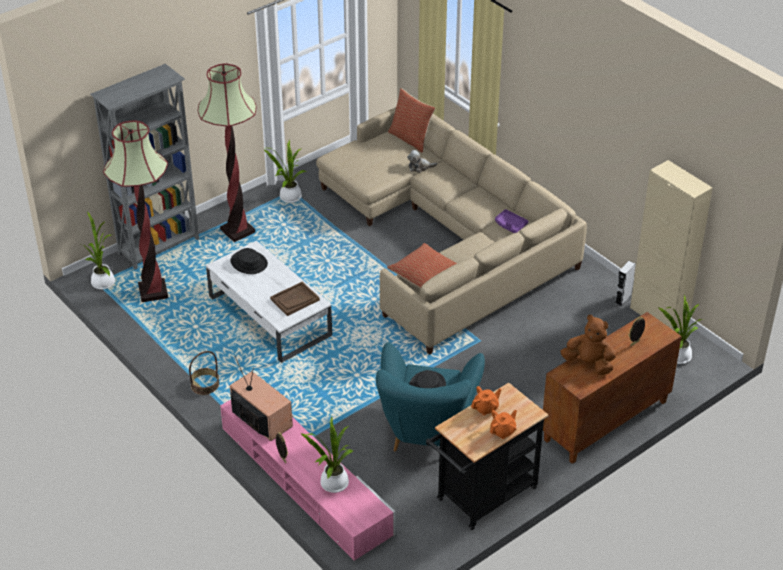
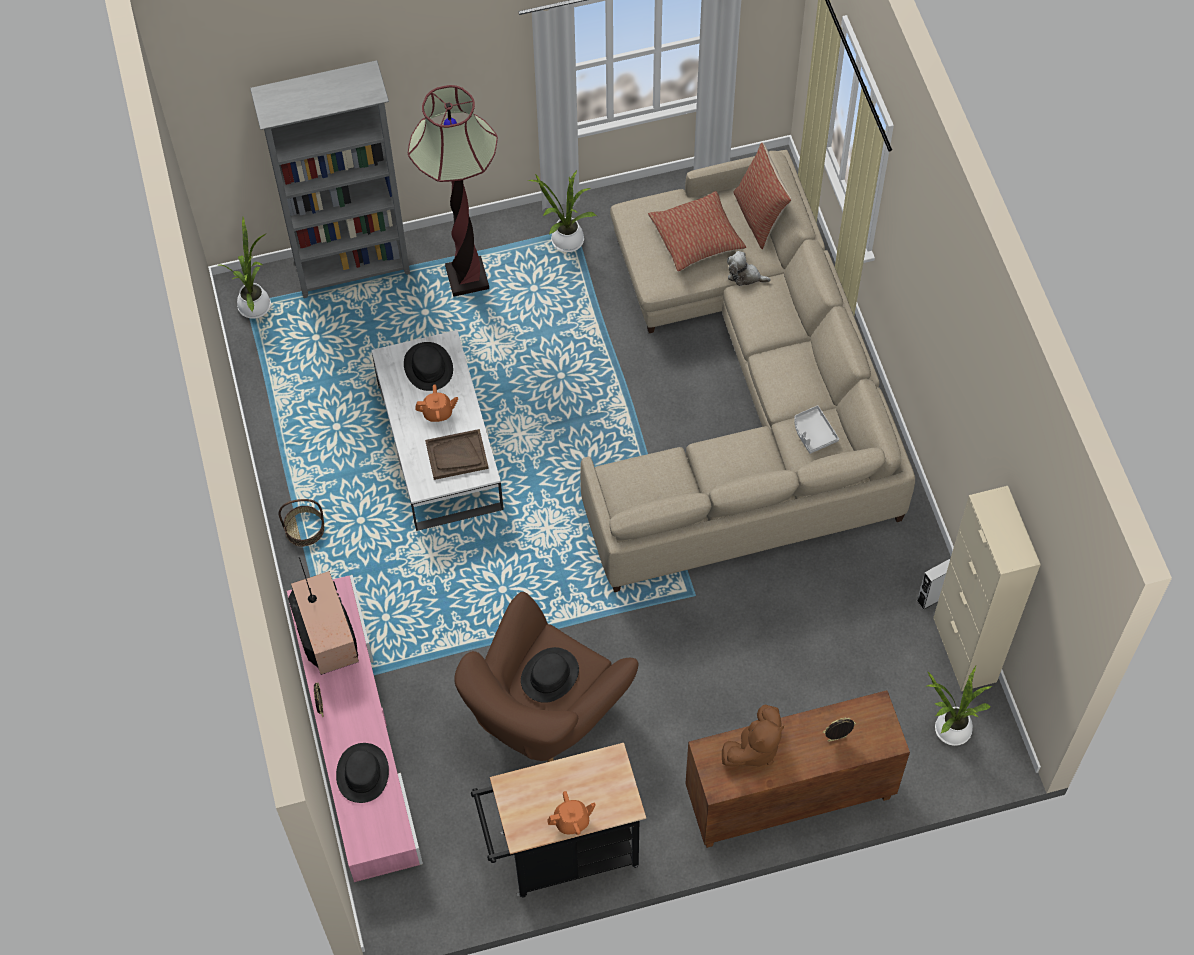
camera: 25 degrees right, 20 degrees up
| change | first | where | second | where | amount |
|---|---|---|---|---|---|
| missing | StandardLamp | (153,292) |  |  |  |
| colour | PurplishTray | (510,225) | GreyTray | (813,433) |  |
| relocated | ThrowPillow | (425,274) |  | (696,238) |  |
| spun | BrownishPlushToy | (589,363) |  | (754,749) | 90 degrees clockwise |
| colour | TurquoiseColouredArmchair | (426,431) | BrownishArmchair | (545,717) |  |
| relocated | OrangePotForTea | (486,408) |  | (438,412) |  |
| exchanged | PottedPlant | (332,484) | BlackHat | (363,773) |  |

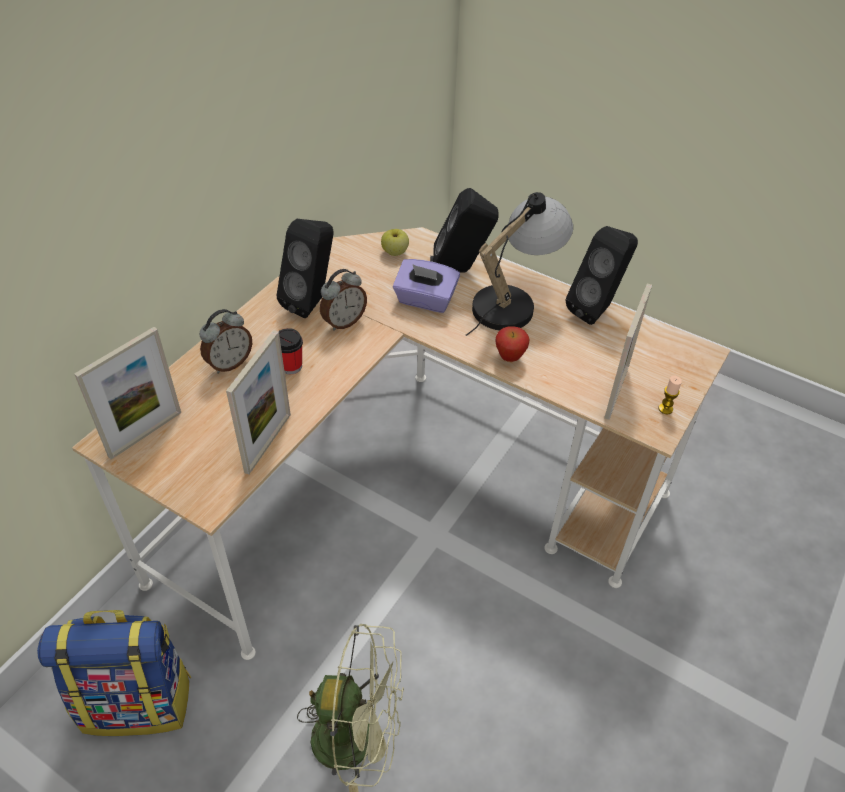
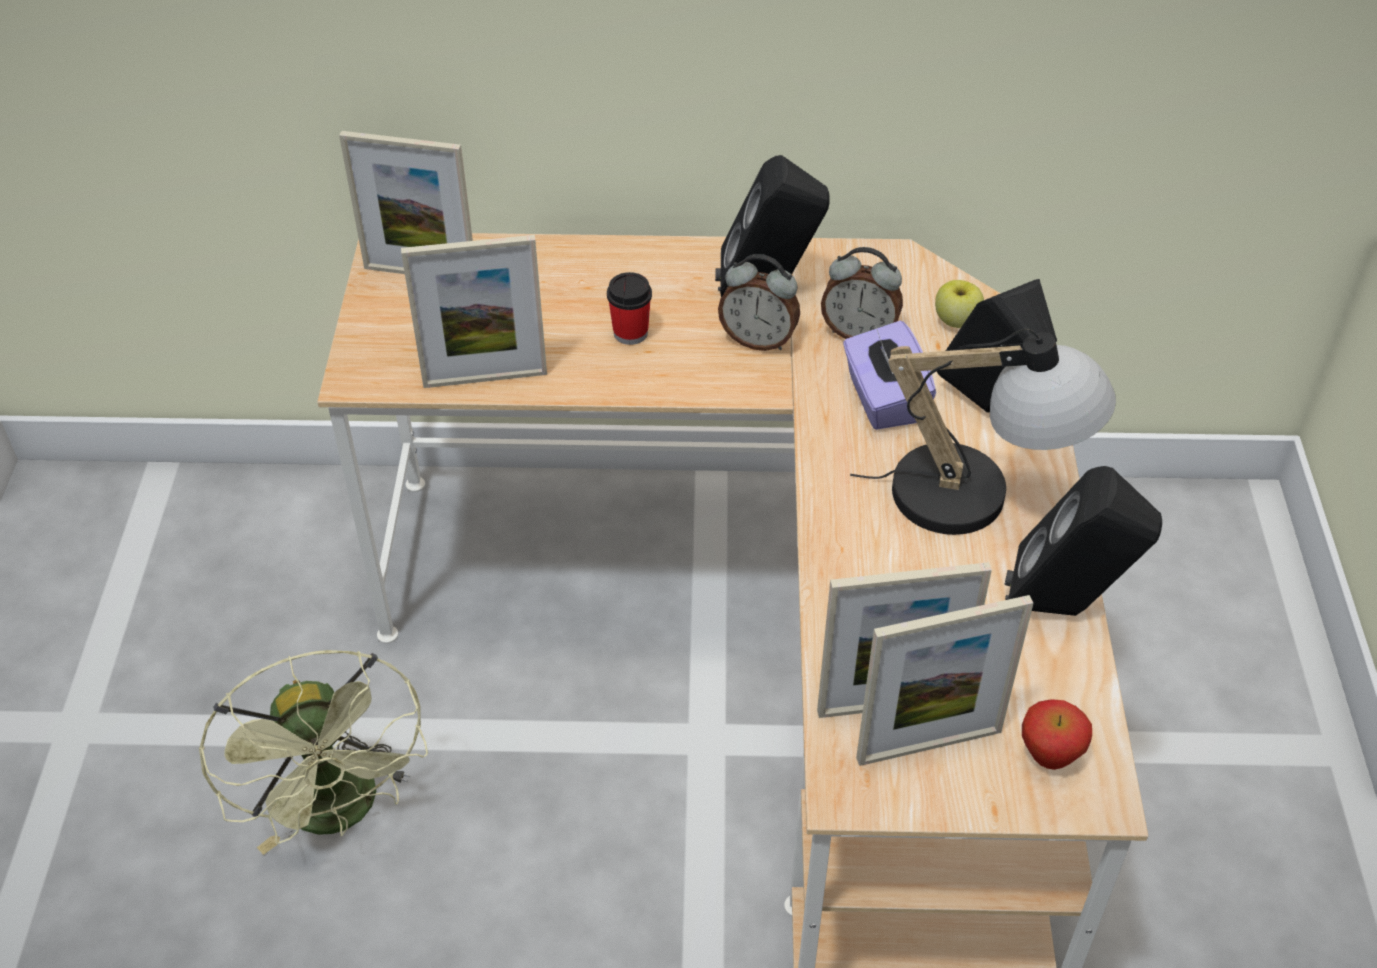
camera: 60 degrees right, 0 degrees up
| change | first | where | second | where | amount |
|---|---|---|---|---|---|
| relocated | AlarmClock | (229,363) |  | (859,332) |  |
| relocated | AppleFruit | (509,358) |  | (1048,757) |  |
| missing | Candle | (665,409) |  |  |  |
| missing | Rucksack | (138,701) |  |  |  |
| appeared |  |  | StandingFrame | (929,745) |  |

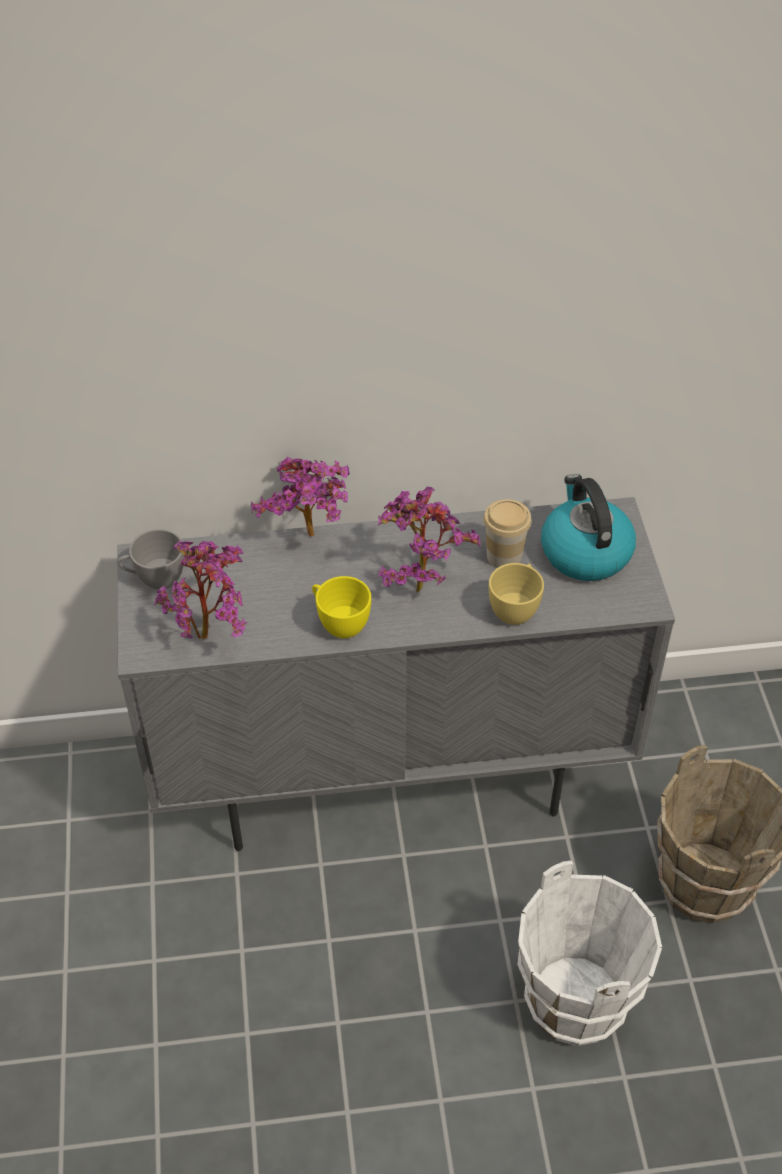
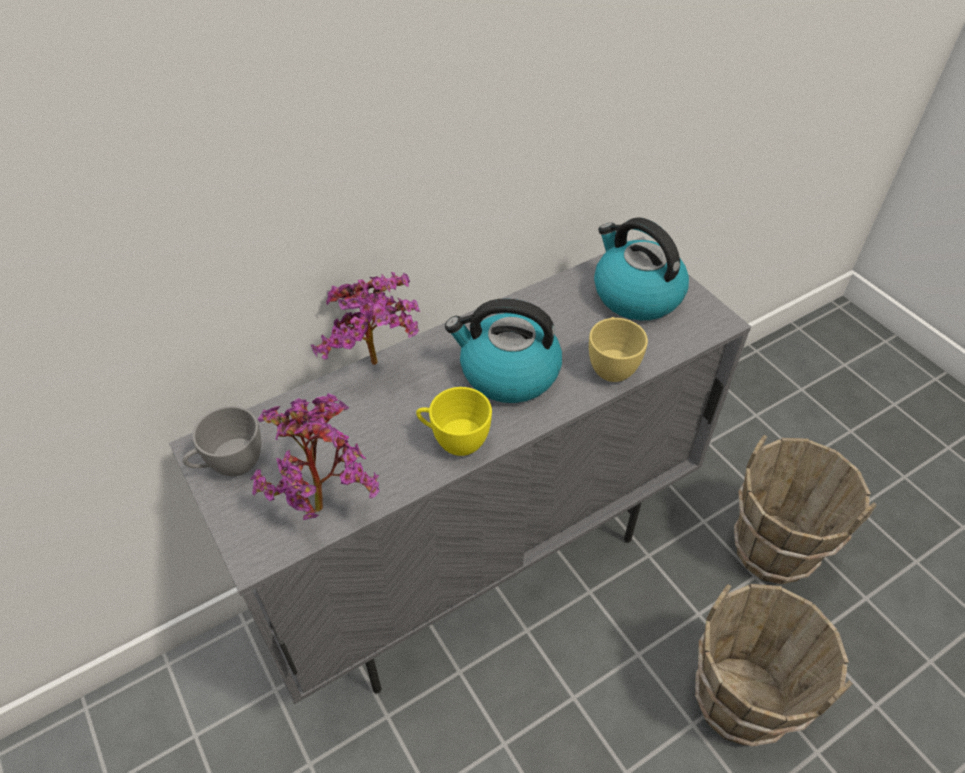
camera: 25 degrees left, 0 degrees up
| change | first | where | second | where | amount |
|---|---|---|---|---|---|
| exchanged | PottedPlant | (419,583) | WaterKettle | (507,373) |  |
| missing | DrinkingCup | (504,556) |  |  |  |
| colour | WhitishWaterBucket | (576,1001) | BrownishWaterBucket | (740,700) |  |

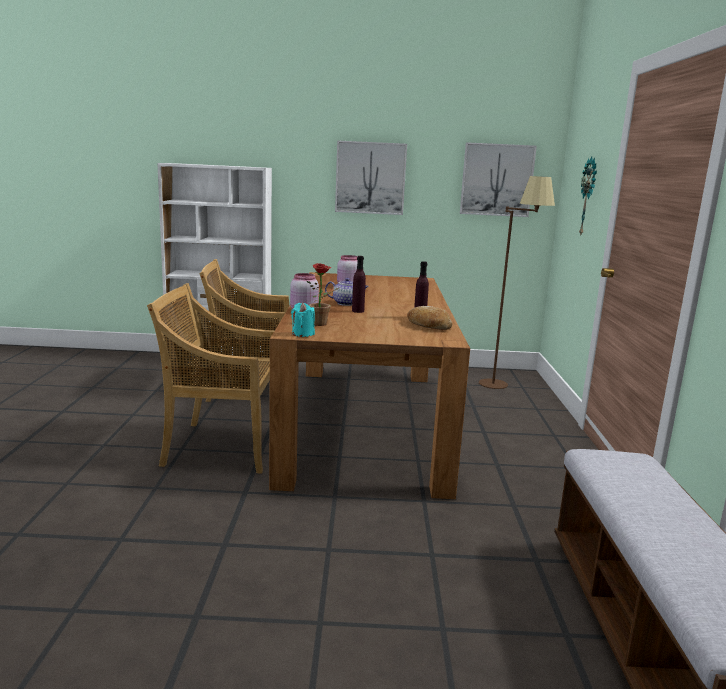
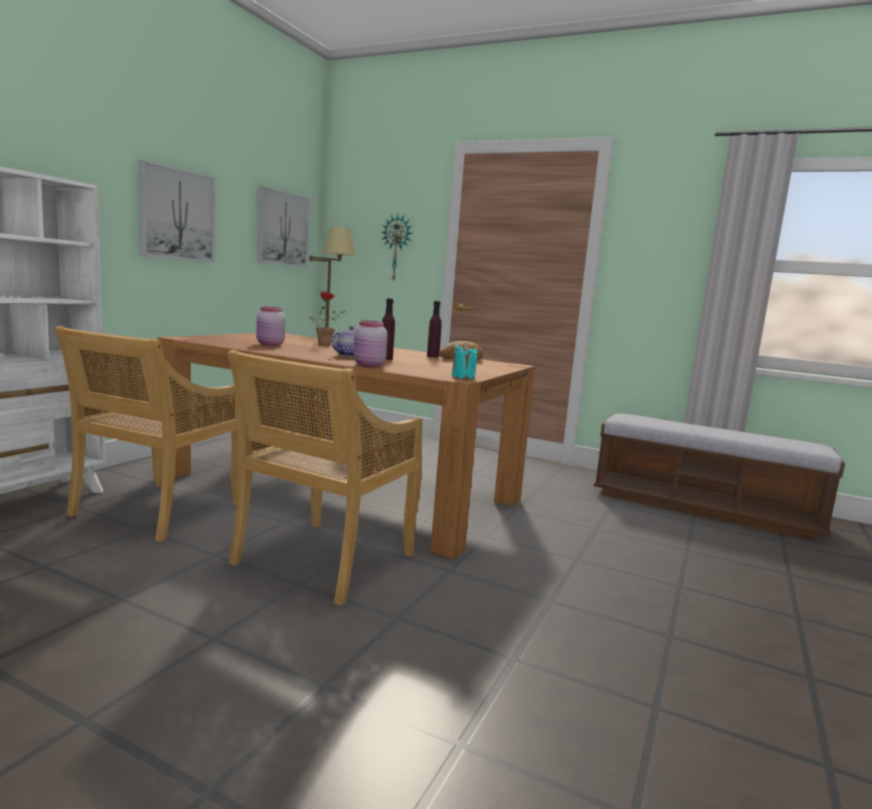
camera: 65 degrees left, 5 degrees down
| change | first | where | second | where | amount |
|---|---|---|---|---|---|
| relocated | PottedPlant | (322,324) |  | (327,344) |  |

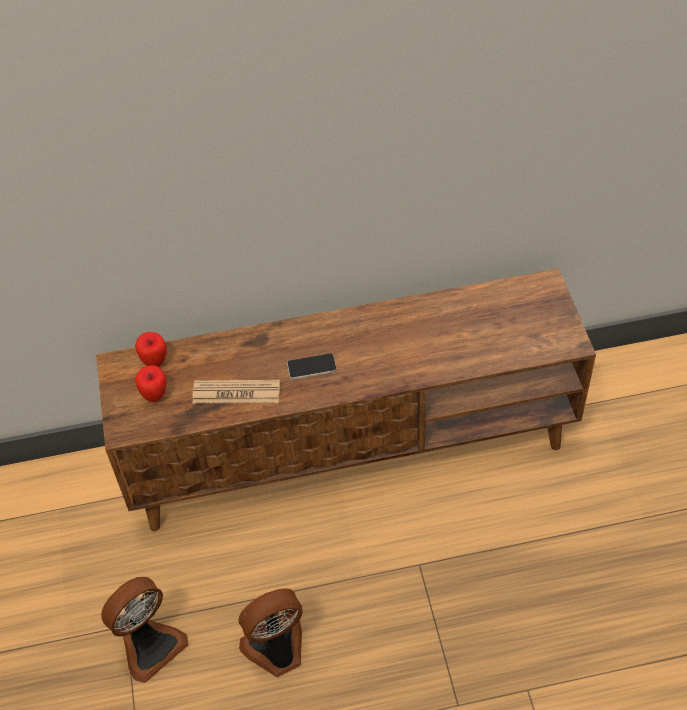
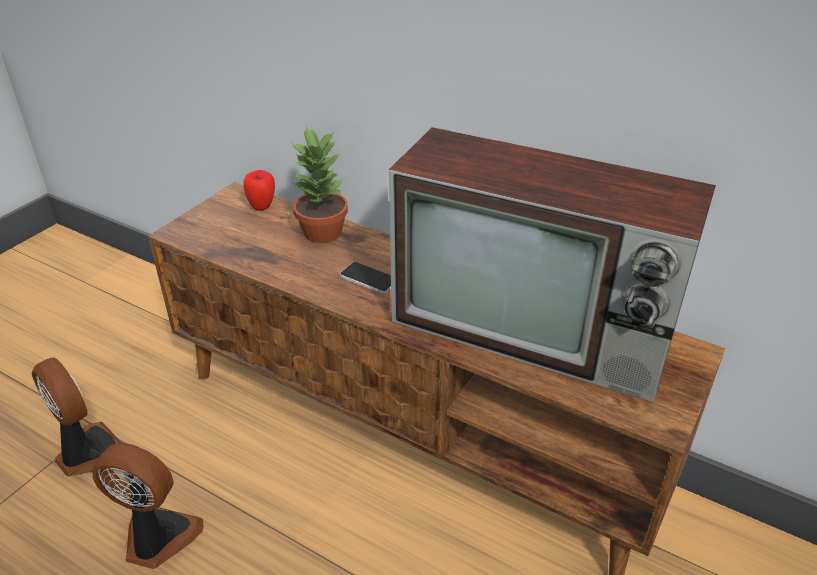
camera: 40 degrees right, 15 degrees down
| change | first | where | second | where | amount |
|---|---|---|---|---|---|
| missing | AppleFruit | (155,396) |  |  |  |
| missing | PrintedPaper | (236,392) |  |  |  |
| spun | Fan | (150,645) |  | (89,453) | 135 degrees counterclockwise |
| appeared |  |  | PottedPlant | (323,232) |  |
| appeared |  |  | TvSet | (535,331) |  |

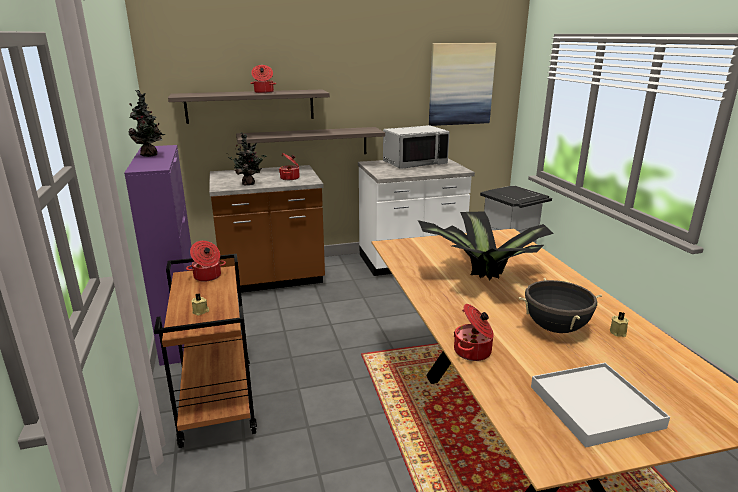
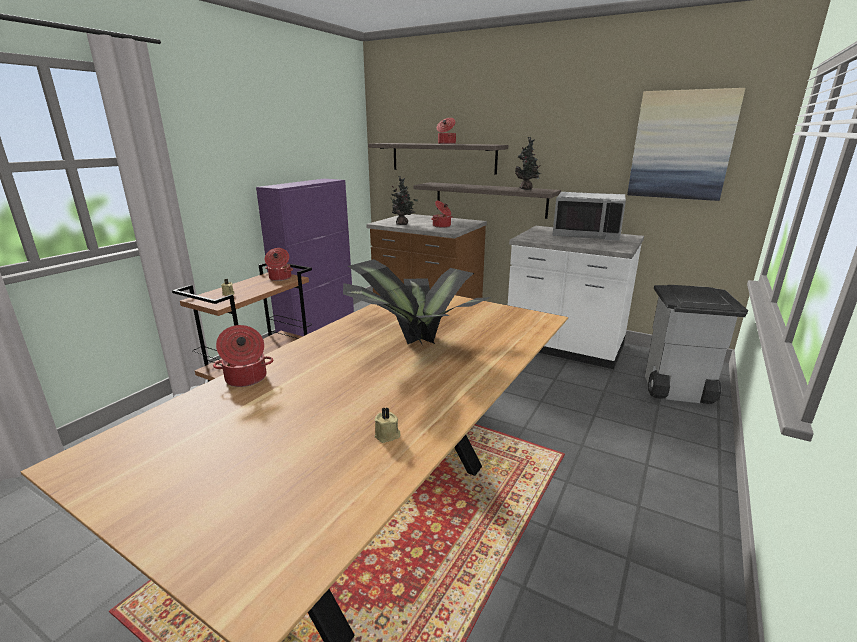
camera: 45 degrees right, 0 degrees up
| change | first | where | second | where | amount |
|---|---|---|---|---|---|
| relocated | PottedPlant | (150,155) |  | (526,189) |  |
| missing | BlackCookingPot | (555,328) |  |  |  |
| missing | WhitishTray | (595,407) |  |  |  |

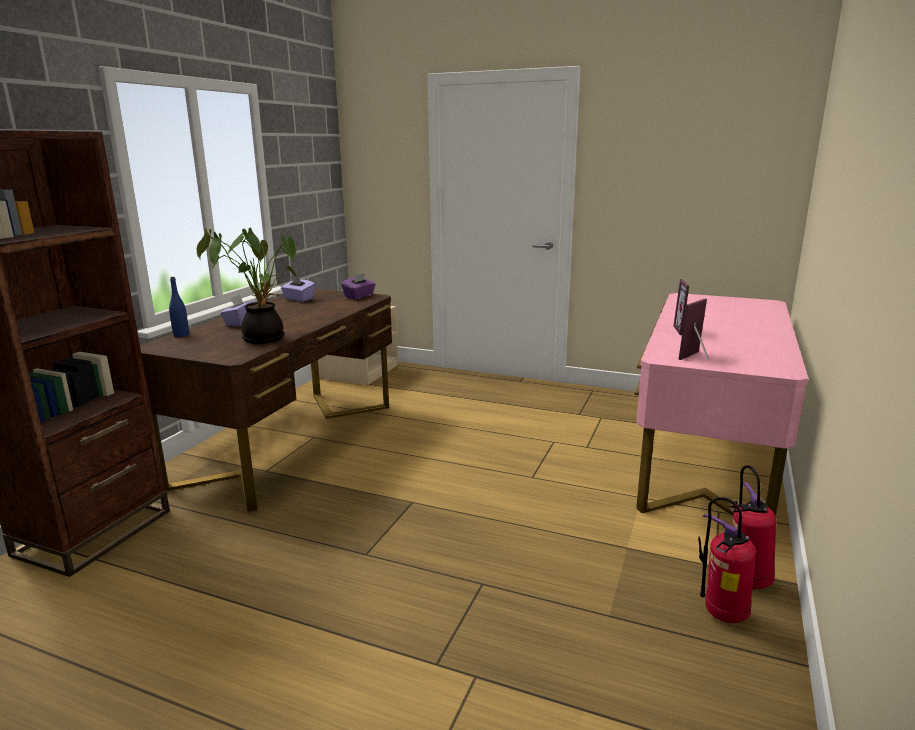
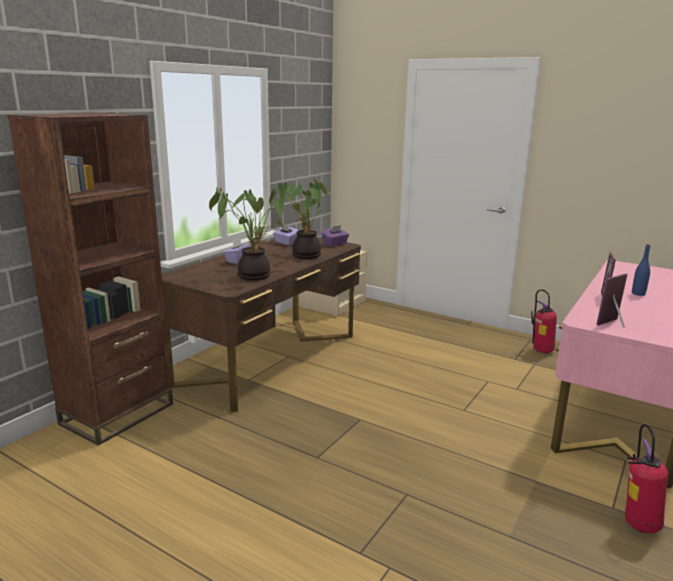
camera: 10 degrees right, 0 degrees up
| change | first | where | second | where | amount |
|---|---|---|---|---|---|
| relocated | BlueDrinkBottle | (181,335) |  | (638,293) |  |
| relocated | FireFightingCylinder | (721,615) |  | (541,351) |  |
| appeared |  |  | PottedPlant | (303,255) |  |

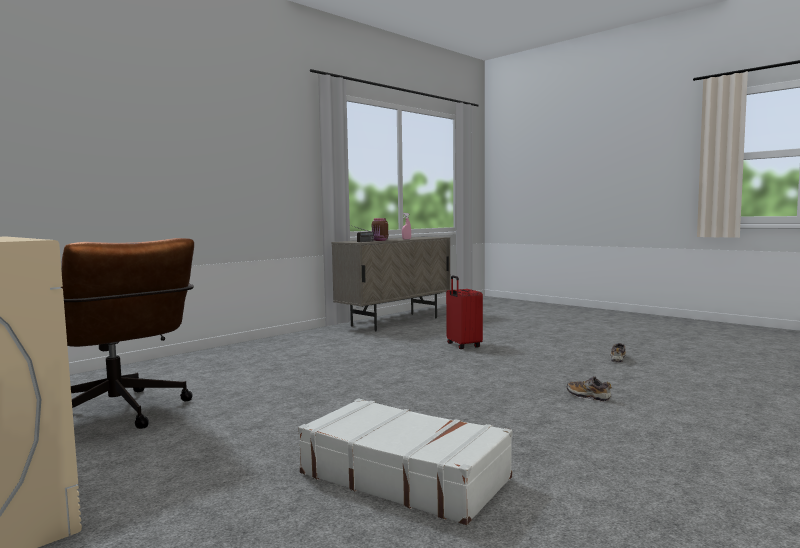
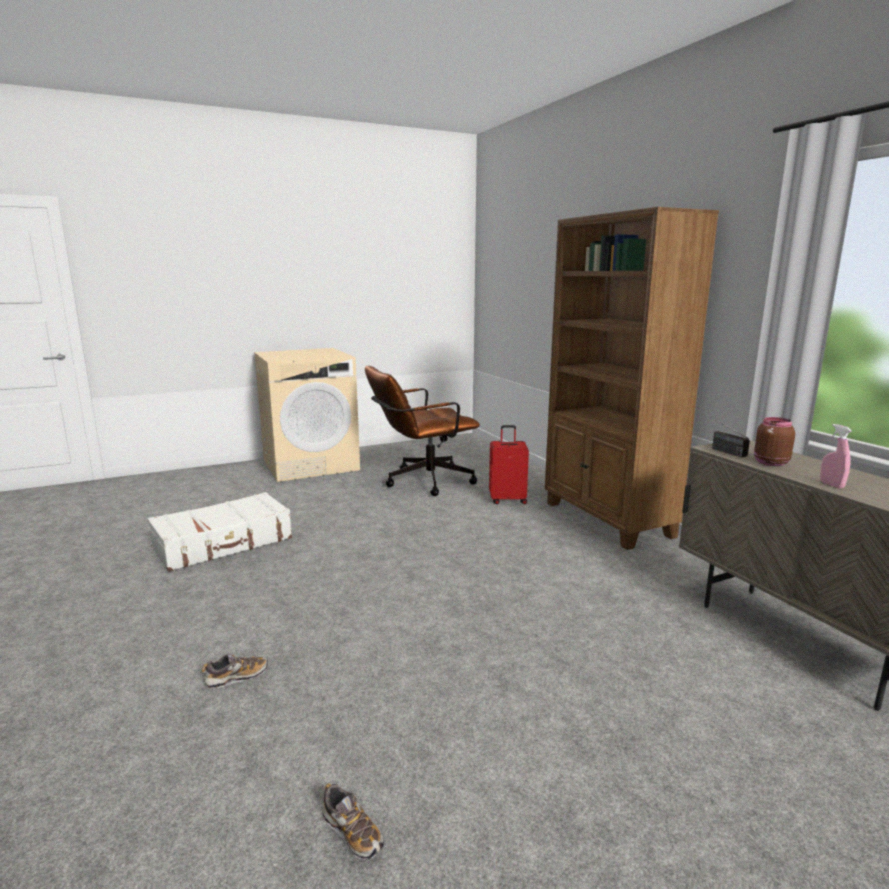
camera: 110 degrees right, 10 degrees up
| change | first | where | second | where | amount |
|---|---|---|---|---|---|
| relocated | RedColouredPieceOfLuggage | (463,345) |  | (507,500) |  |
| appeared |  |  | BrownishShelvingUnit | (607,520) |  |

